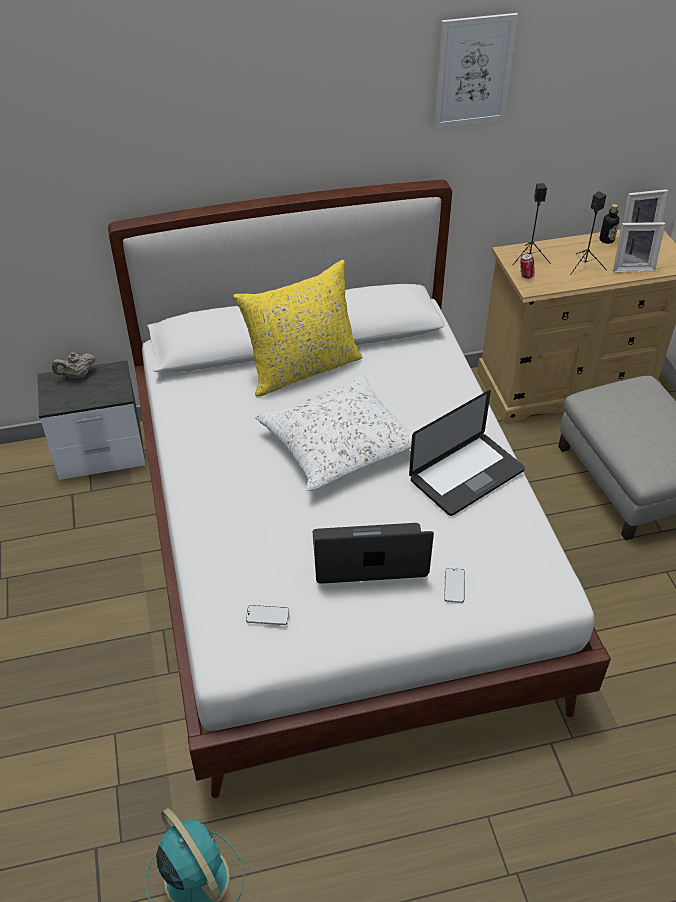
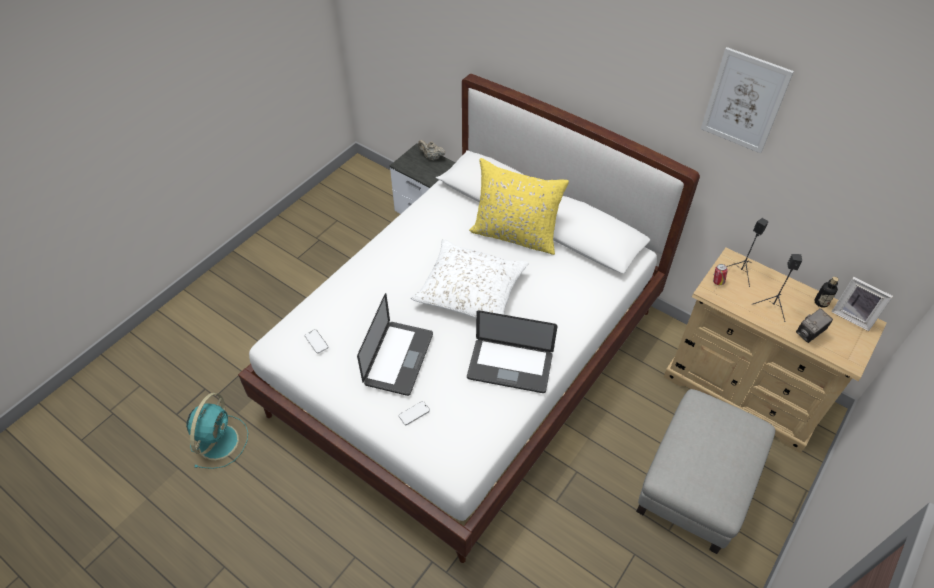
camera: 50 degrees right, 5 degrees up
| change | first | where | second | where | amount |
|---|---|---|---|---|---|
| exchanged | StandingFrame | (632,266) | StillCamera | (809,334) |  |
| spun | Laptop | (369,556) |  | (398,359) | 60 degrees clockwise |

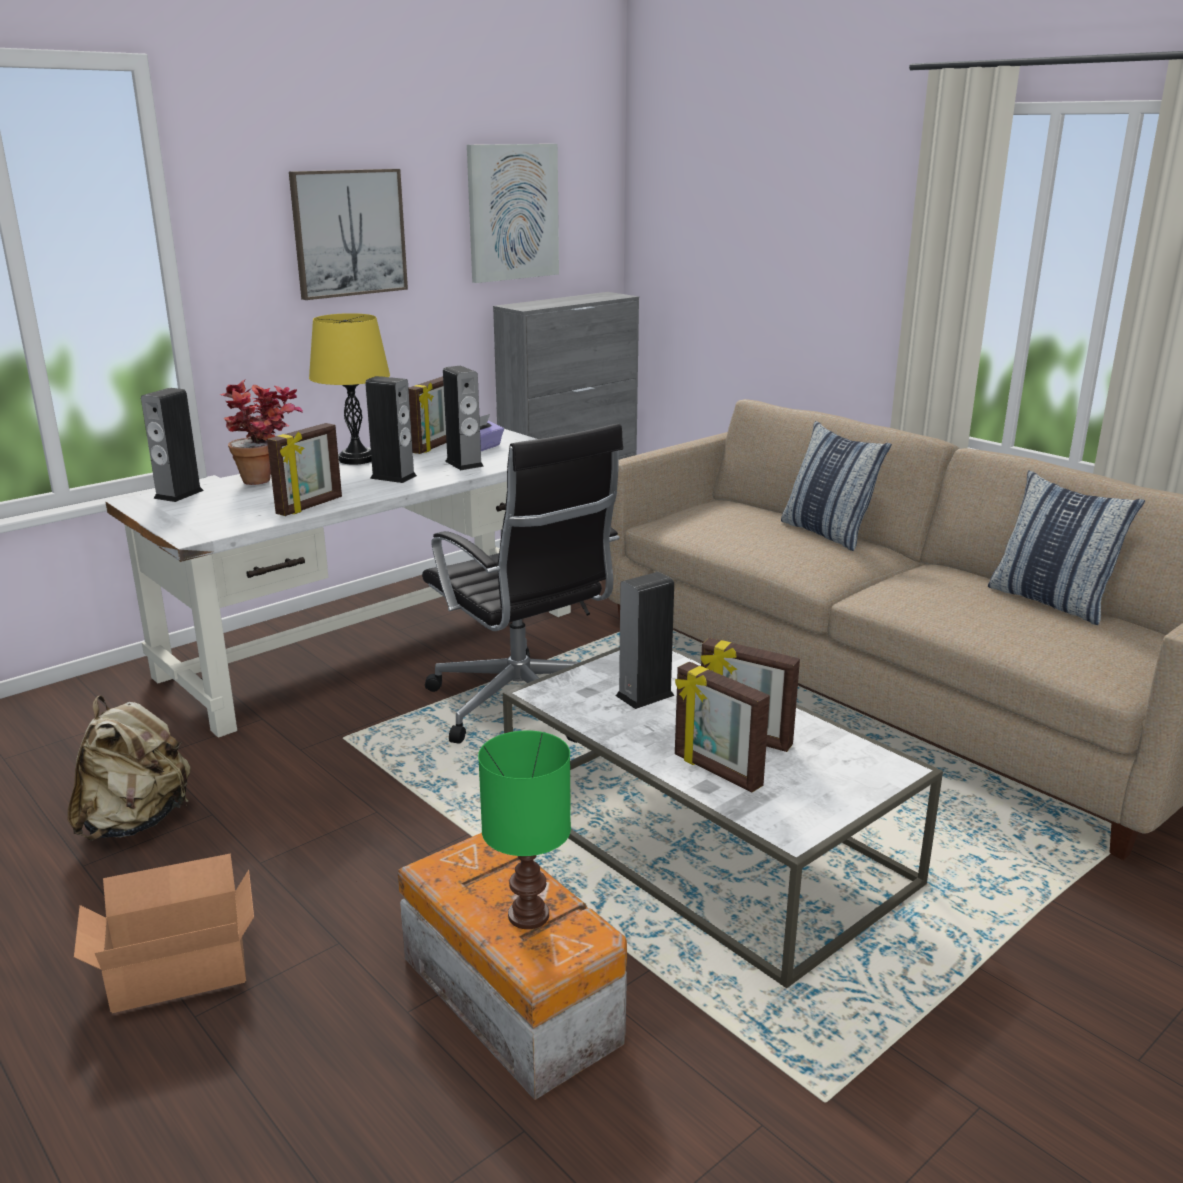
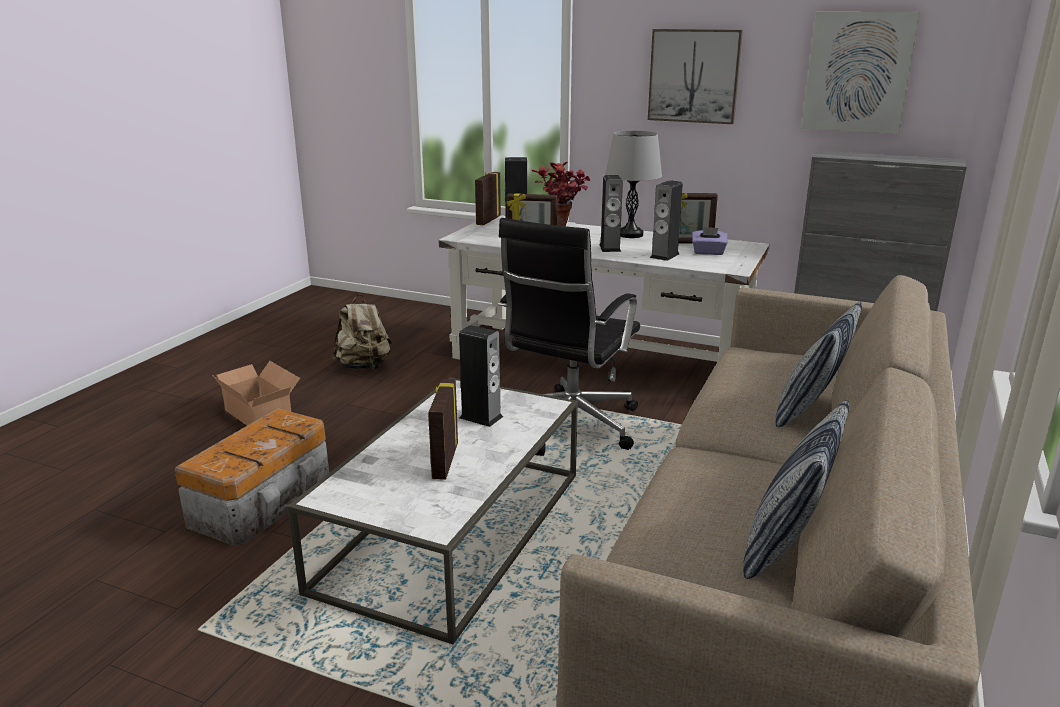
camera: 65 degrees right, 0 degrees up
| change | first | where | second | where | amount |
|---|---|---|---|---|---|
| colour | YellowishLampForATable | (357,459) | GreyLampForATable | (630,235) |  |
| relocated | StandingFrame | (716,771) |  | (487,220) |  |
| missing | GreenColouredLampForATable | (530,916) |  |  |  |

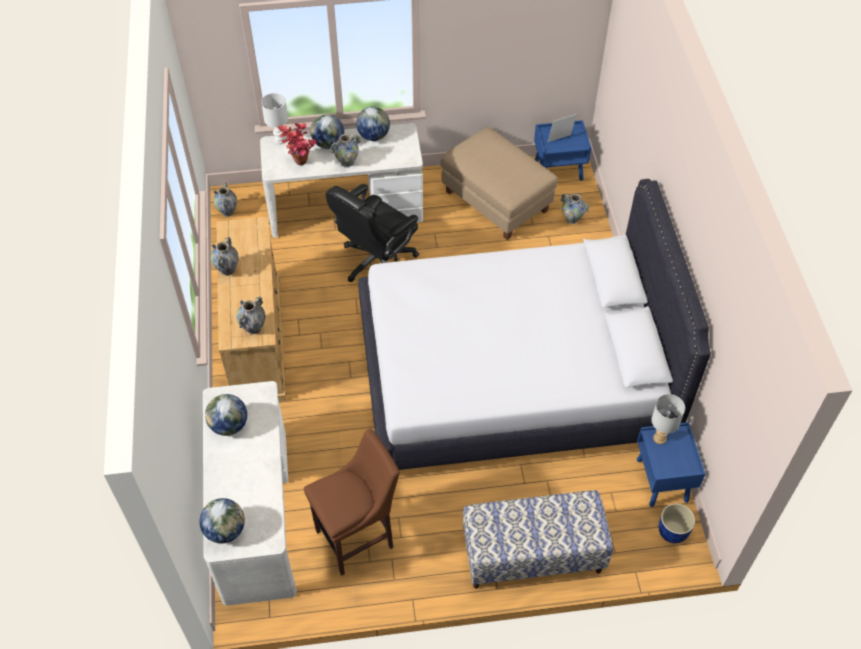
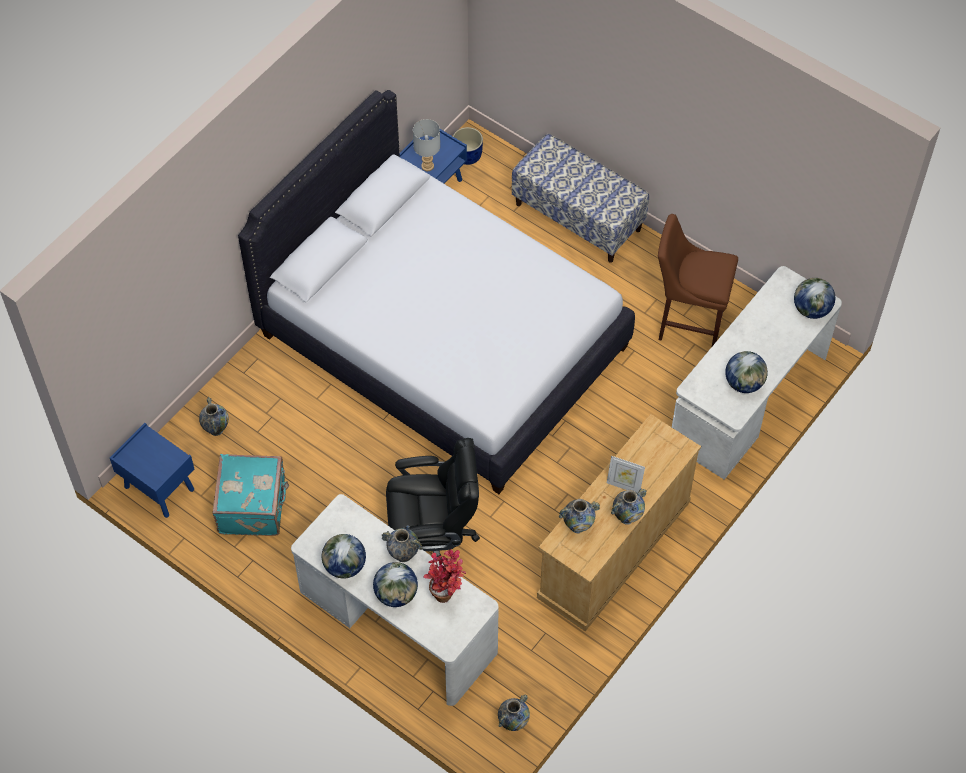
camera: 135 degrees left, 5 degrees up
| change | first | where | second | where | amount |
|---|---|---|---|---|---|
| missing | WhitishLampForATable | (278,140) |  |  |  |
| relocated | StandingFrame | (560,140) |  | (624,485) |  |
| exchanged | BeigePouffe | (497,201) | TurquoiseColouredPieceOfLuggage | (254,506) |  |
| relocated | FlowerVase | (253,329) |  | (578,526) |  |

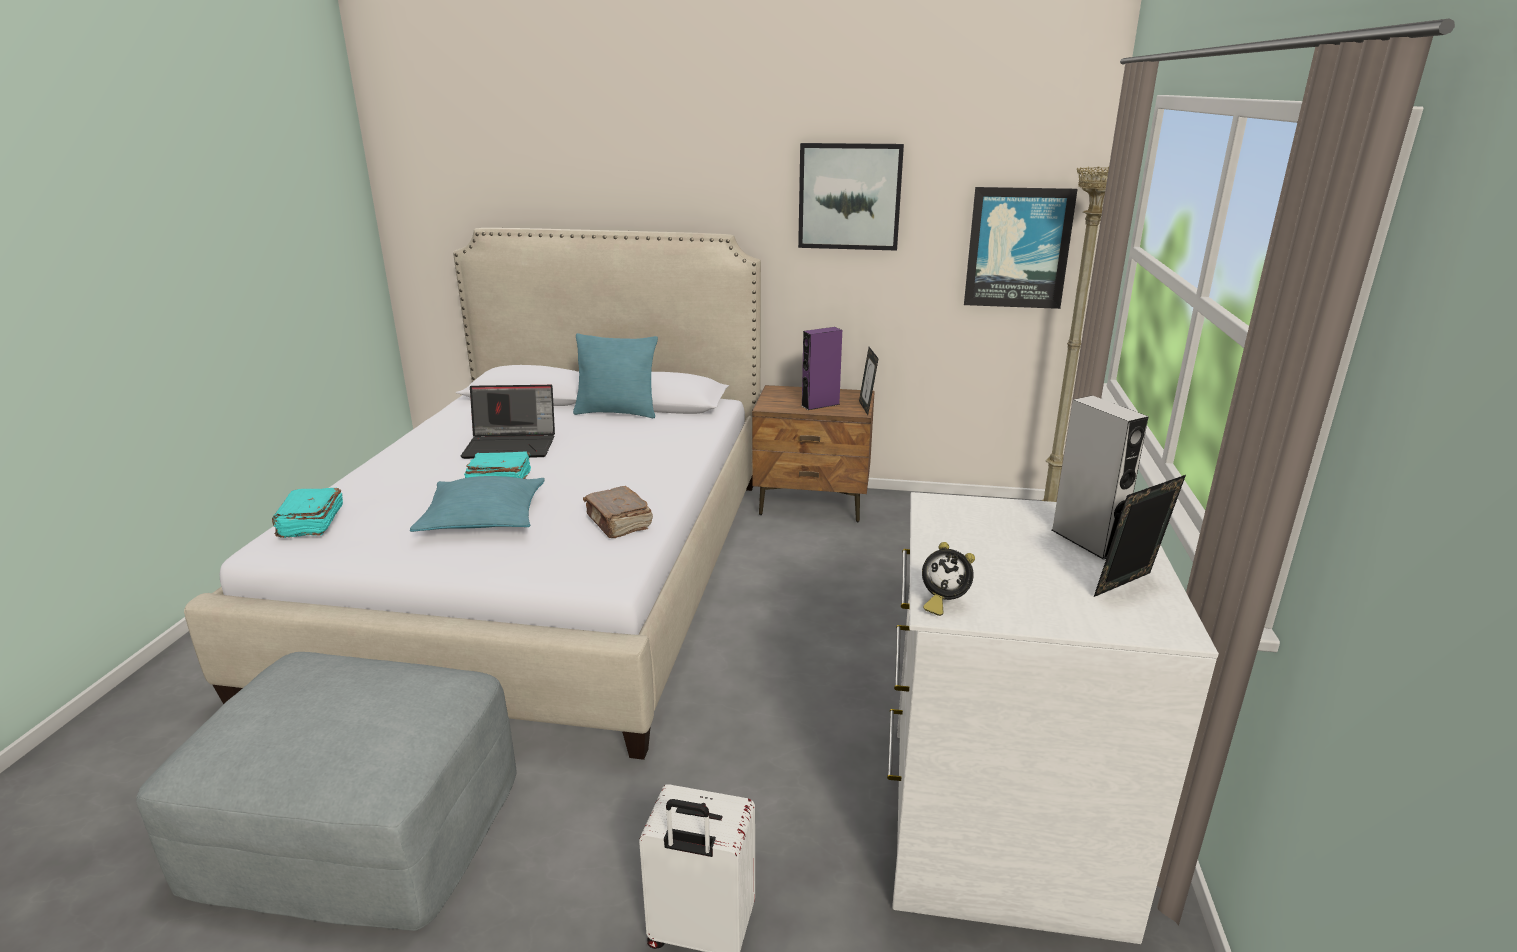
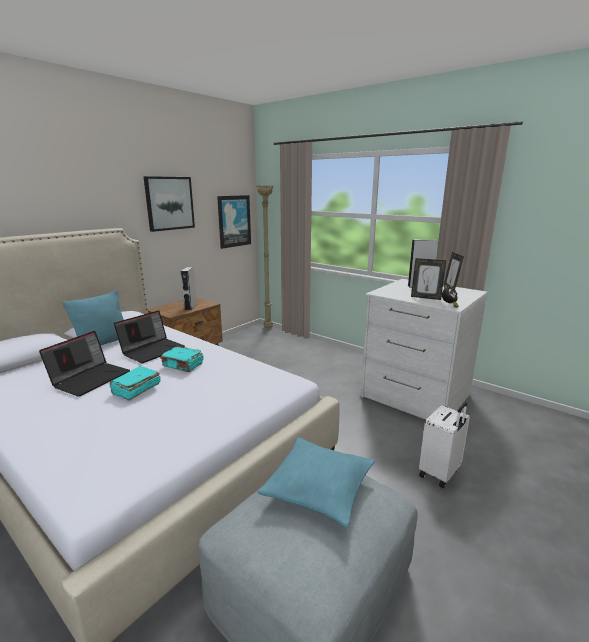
camera: 60 degrees left, 5 degrees down
| change | first | where | second | where | amount |
|---|---|---|---|---|---|
| colour | PurplishLoudspeaker | (820,405) | GreyLoudspeaker | (190,307) |  |
| relocated | StandingFrame | (866,408) |  | (426,297) |  |
| relocated | TurquoiseColouredThrowPillow | (483,518) |  | (318,487) |  |
| missing | BrownishBoundBook | (618,523) |  |  |  |
| relocated | TurquoiseColouredBoundBook | (310,523) |  | (183,365) |  |
| appeared |  |  | Laptop | (153,350) |  |

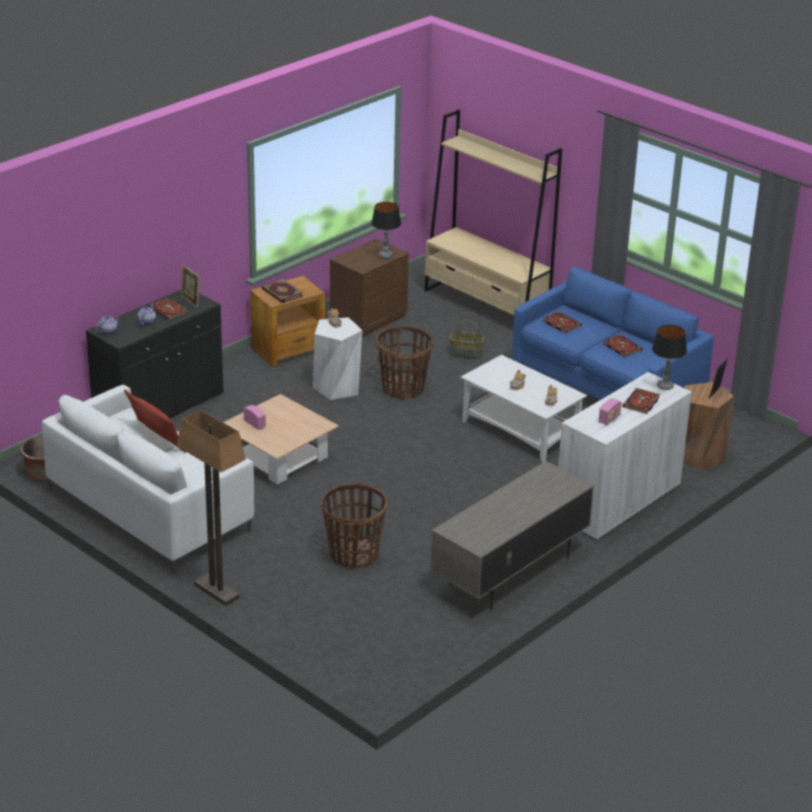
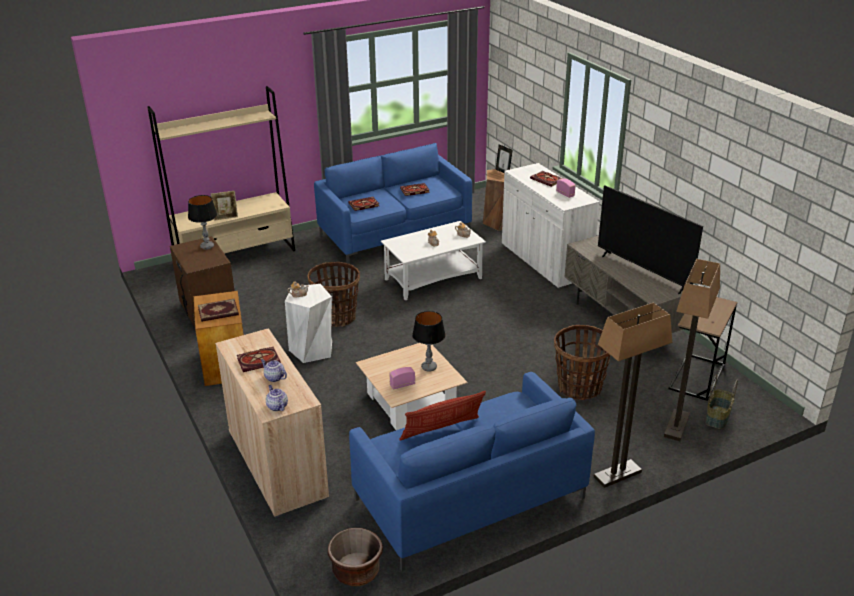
camera: 70 degrees left, 0 degrees up
| change | first | where | second | where | amount |
|---|---|---|---|---|---|
| relocated | StandingFrame | (190,301) |  | (226,218) |  |
| colour | BlackStorageCabinet | (159,408) | BeigeStorageCabinet | (277,464) |  |
| relocated | HouseholdBasket | (465,354) |  | (718,418) |  |
| relocated | LampForATable | (665,386) |  | (429,367) |  |
| colour | WhitishCouch | (149,512) | BlueCouch | (470,499) |  |
| appeared |  |  | TvSet | (643,272) |  |
| appeared |  |  | StandardLamp | (677,426) |  |
| appeared |  |  | BrownishSideTable | (697,377) |  |

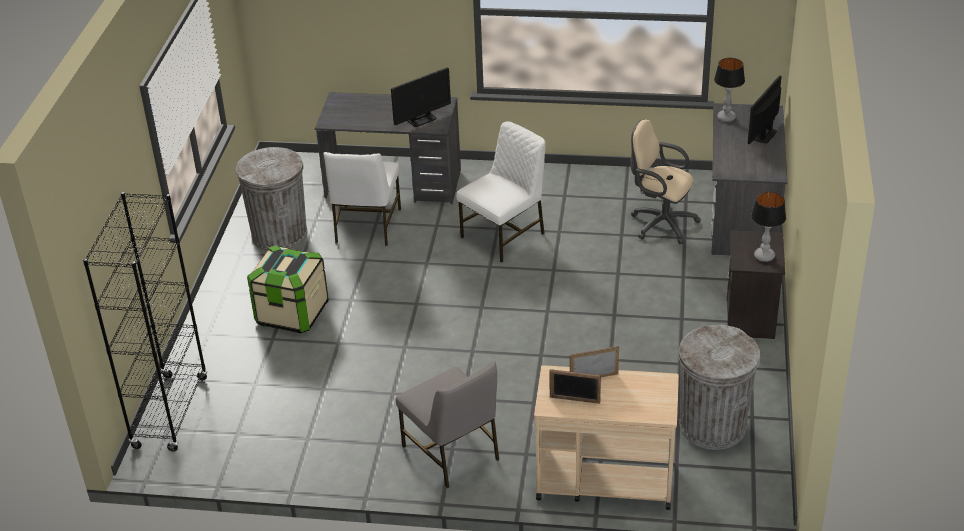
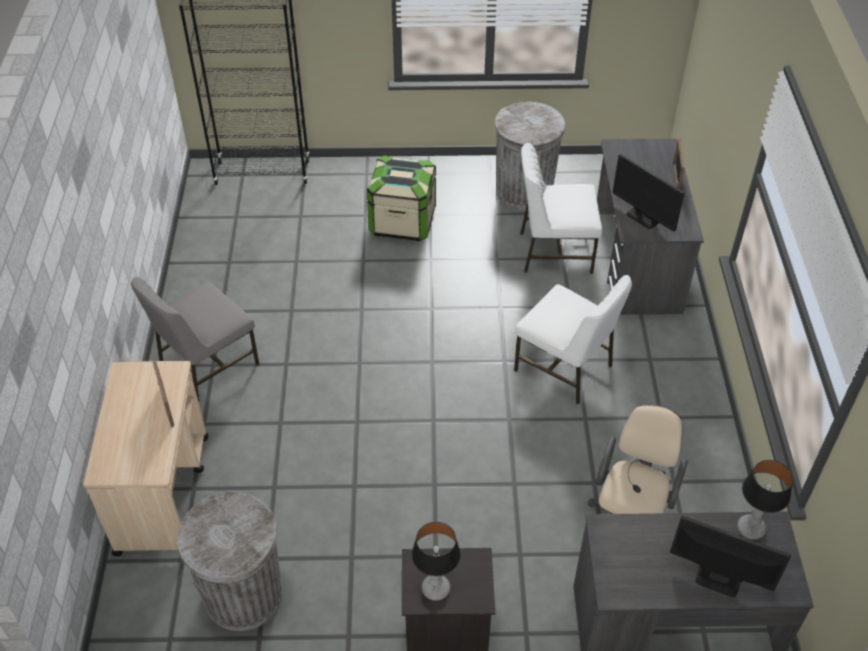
camera: 80 degrees right, 10 degrees up
| change | first | where | second | where | amount |
|---|---|---|---|---|---|
| relocated | StandingFrame | (574,400) |  | (675,178) |  |

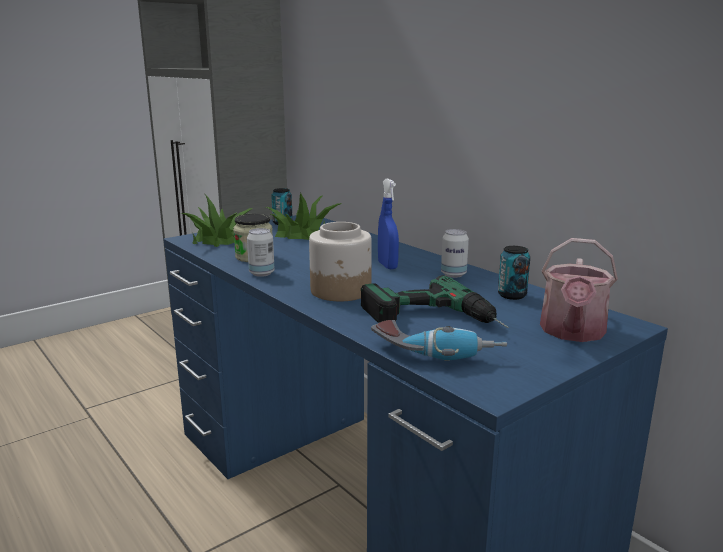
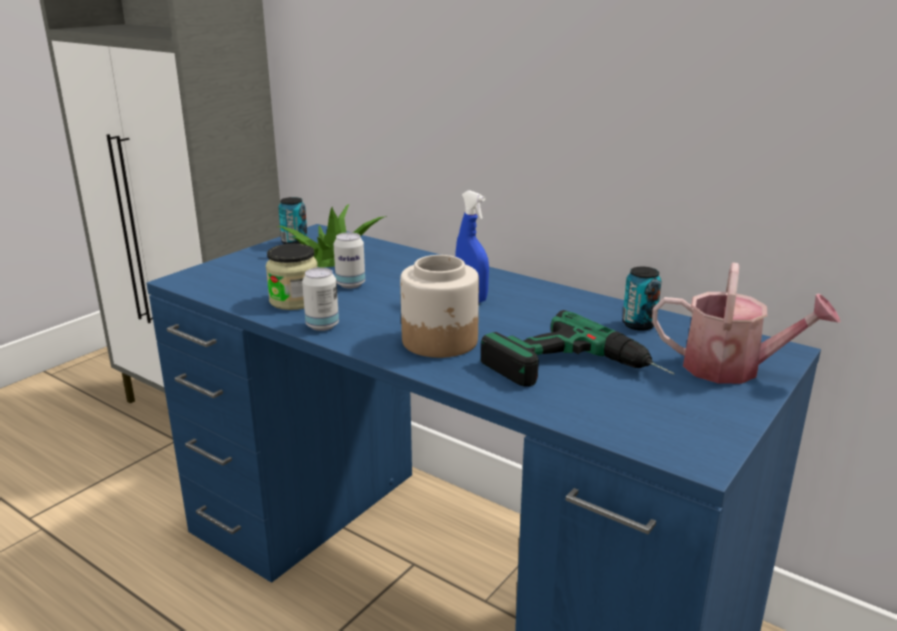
camera: 15 degrees left, 5 degrees up
| change | first | where | second | where | amount |
|---|---|---|---|---|---|
| missing | PottedPlant | (219,239) |  |  |  |
| relocated | MetalCan | (453,274) |  | (350,284) |  |
| spun | WateringCan | (572,332) |  | (732,368) | 75 degrees counterclockwise |
| missing | ElectricDrill | (436,352) |  |  |  |

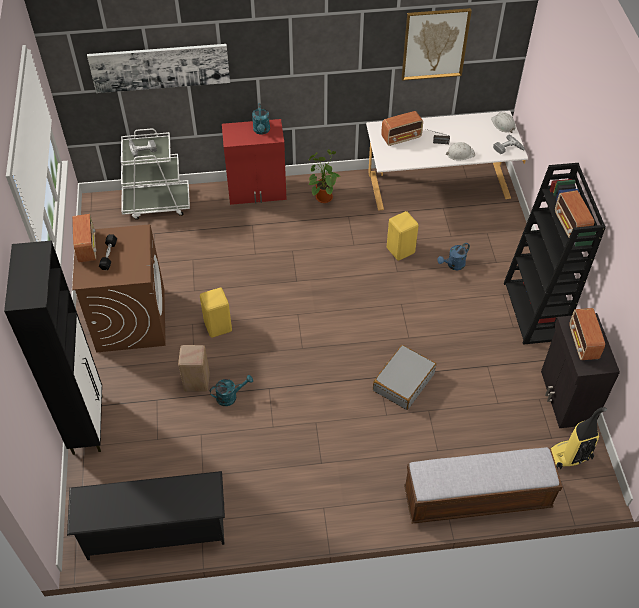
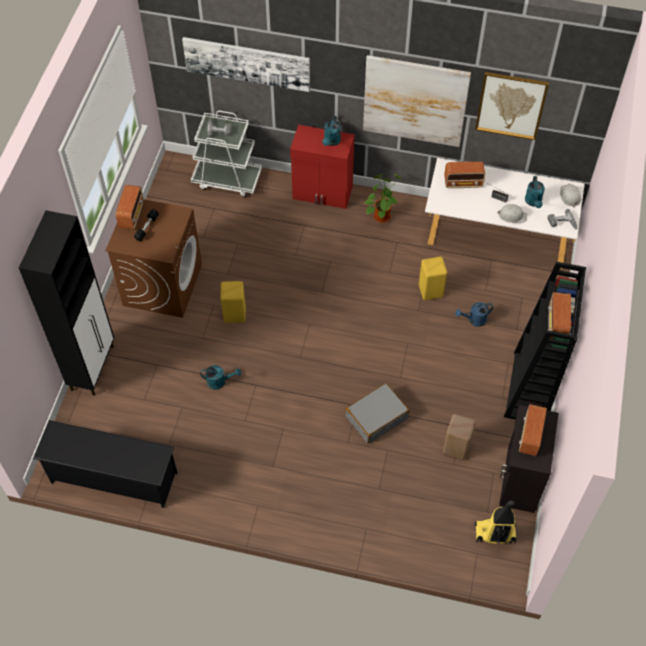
camera: 20 degrees right, 5 degrees up
| change | first | where | second | where | amount |
|---|---|---|---|---|---|
| relocated | BeigeStool | (196,381) |  | (456,446) |  |
| missing | Bench | (476,498) |  |  |  |
| appeared |  |  | WallArt | (415,101) |  |
| appeared |  |  | TurquoiseColouredWateringCan | (533,202) |  |

